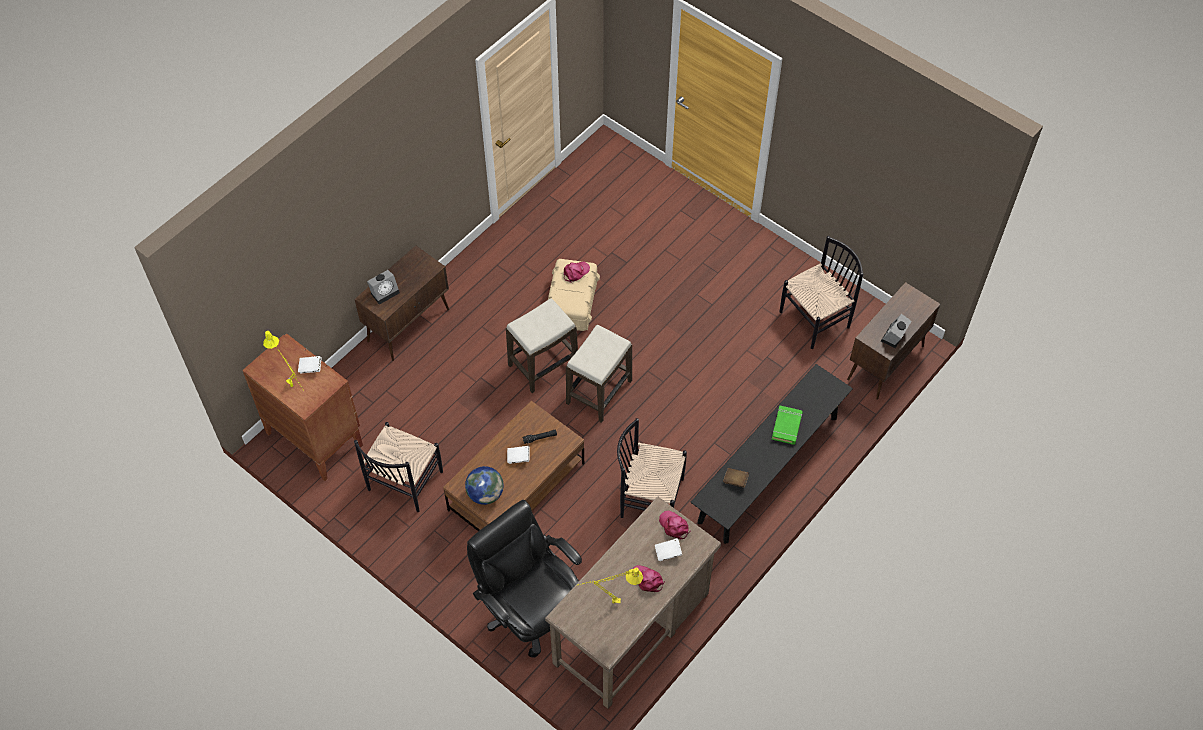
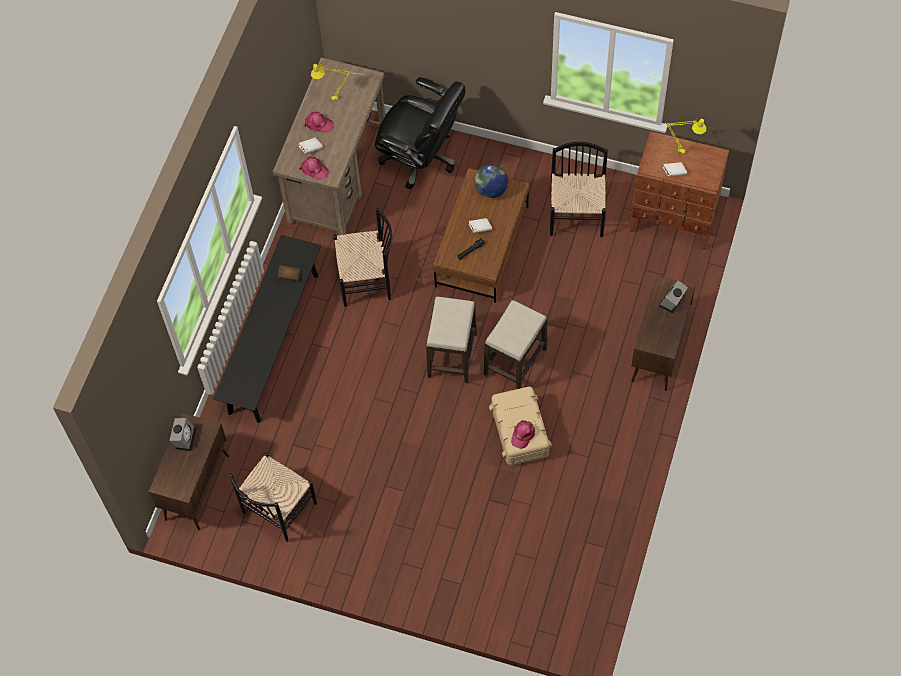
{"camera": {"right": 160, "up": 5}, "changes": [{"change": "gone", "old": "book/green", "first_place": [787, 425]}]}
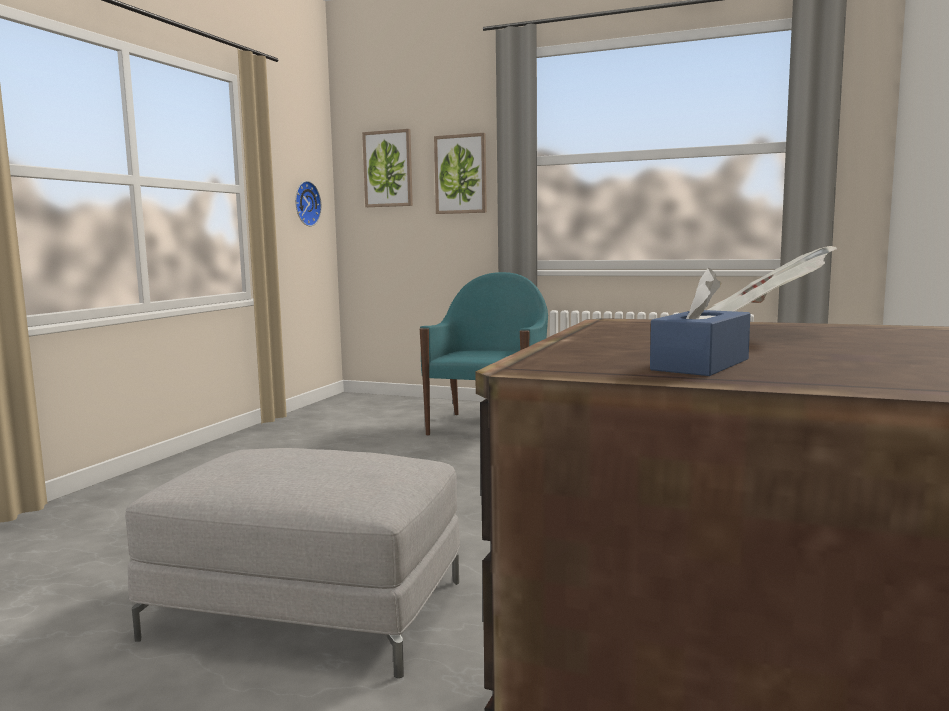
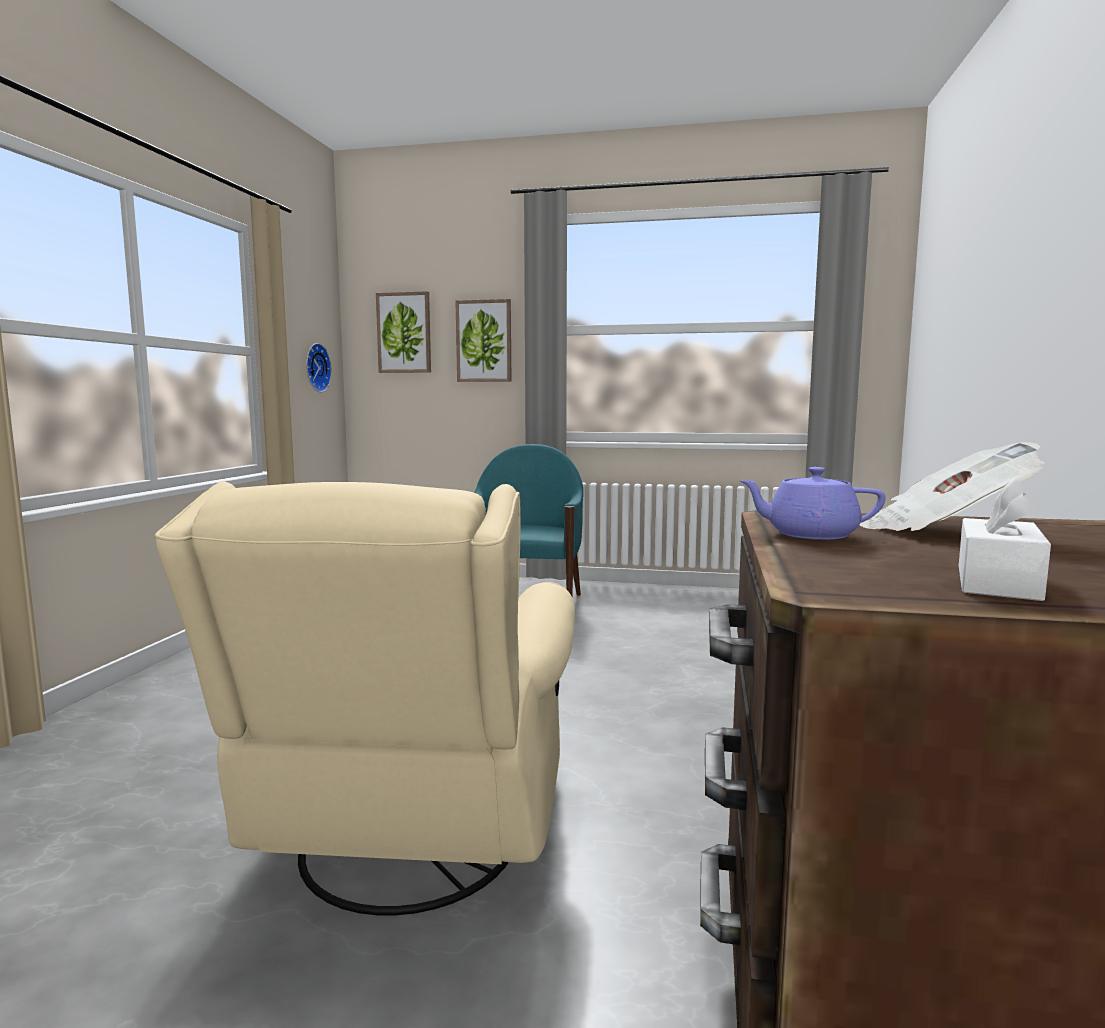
{"camera": {"right": -10, "up": 0}, "changes": [{"change": "repainted", "old": "tissue box/blue", "new": "tissue box/white", "first_place": [700, 322], "second_place": [1005, 539]}, {"change": "swapped", "old": "ottoman/grey", "new": "armchair/beige", "first_place": [292, 563], "second_place": [365, 698]}, {"change": "new", "new": "teapot/purple", "second_place": [812, 503]}]}
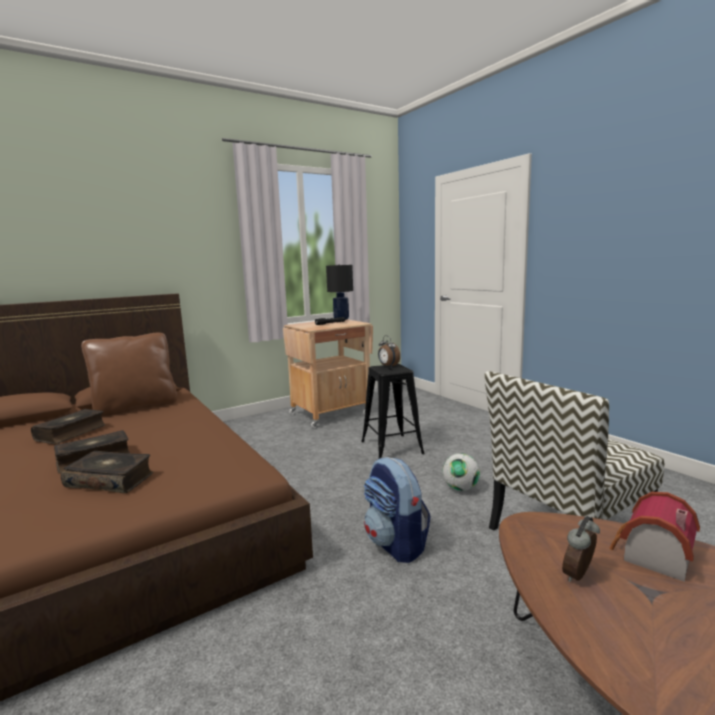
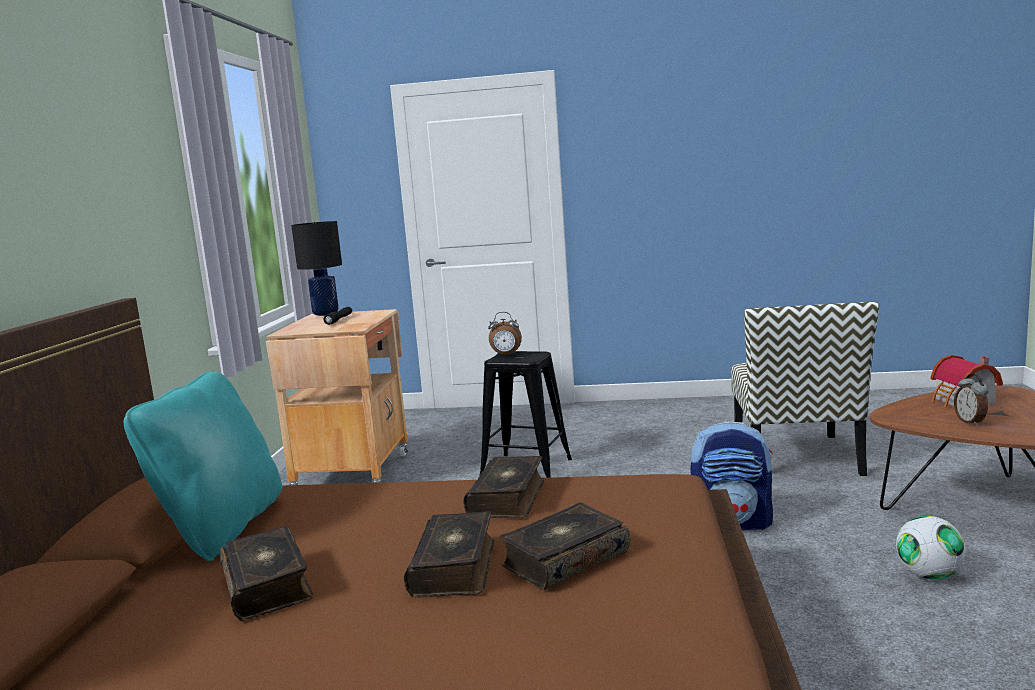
{"camera": {"right": -50, "up": 0}, "changes": [{"change": "repainted", "old": "pillow/brown", "new": "pillow/turquoise", "first_place": [129, 374], "second_place": [203, 466]}, {"change": "shifted", "old": "football", "first_place": [461, 472], "second_place": [931, 548]}, {"change": "new", "new": "book", "second_place": [503, 487]}]}
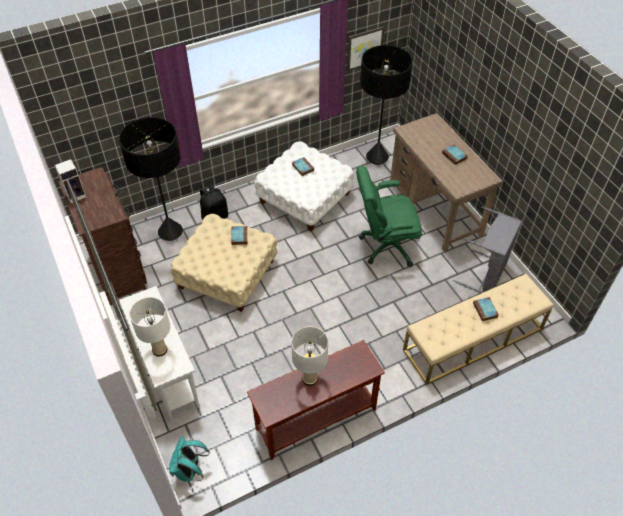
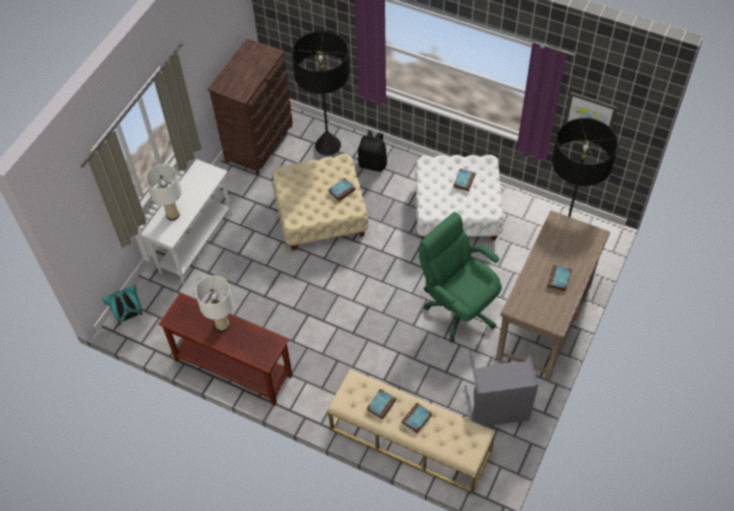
{"camera": {"right": 55, "up": 5}, "changes": [{"change": "gone", "old": "speaker", "first_place": [70, 181]}, {"change": "new", "new": "book", "second_place": [381, 404]}]}
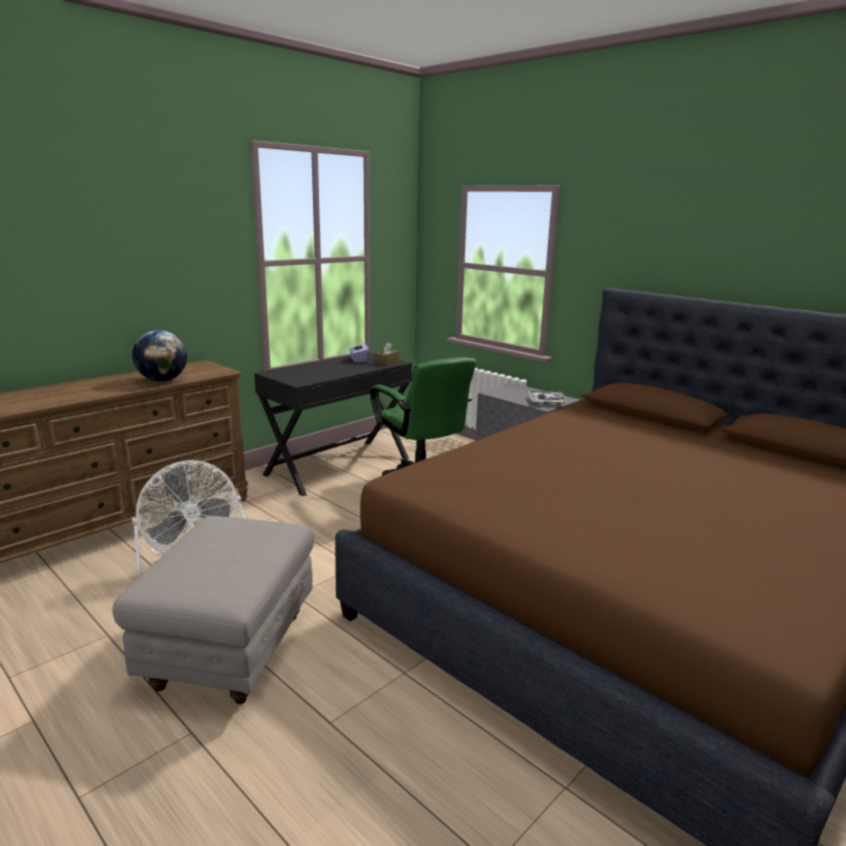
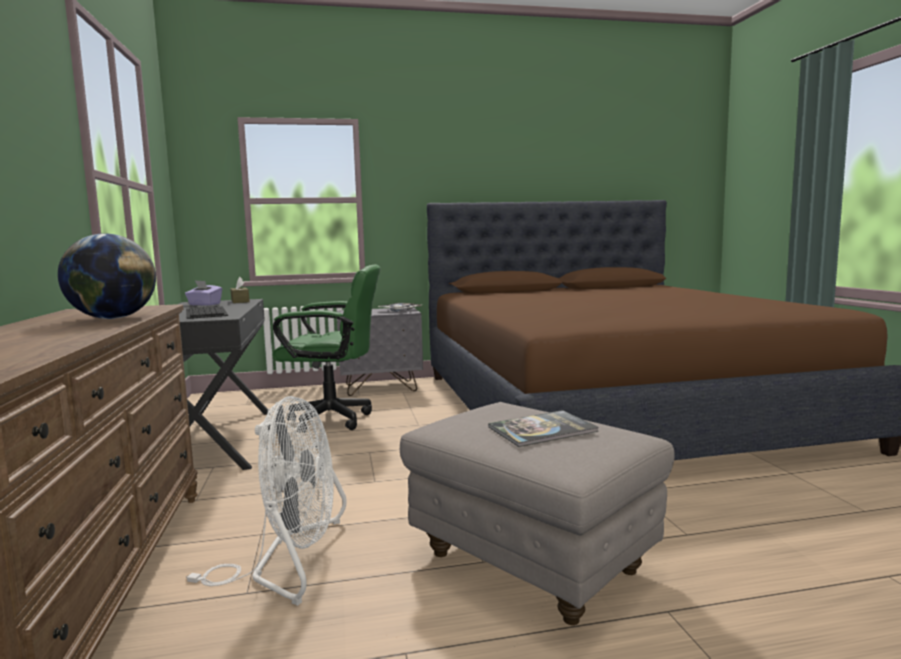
{"camera": {"right": -55, "up": -10}, "changes": [{"change": "new", "new": "keyboard", "second_place": [207, 312]}, {"change": "new", "new": "book", "second_place": [543, 428]}]}
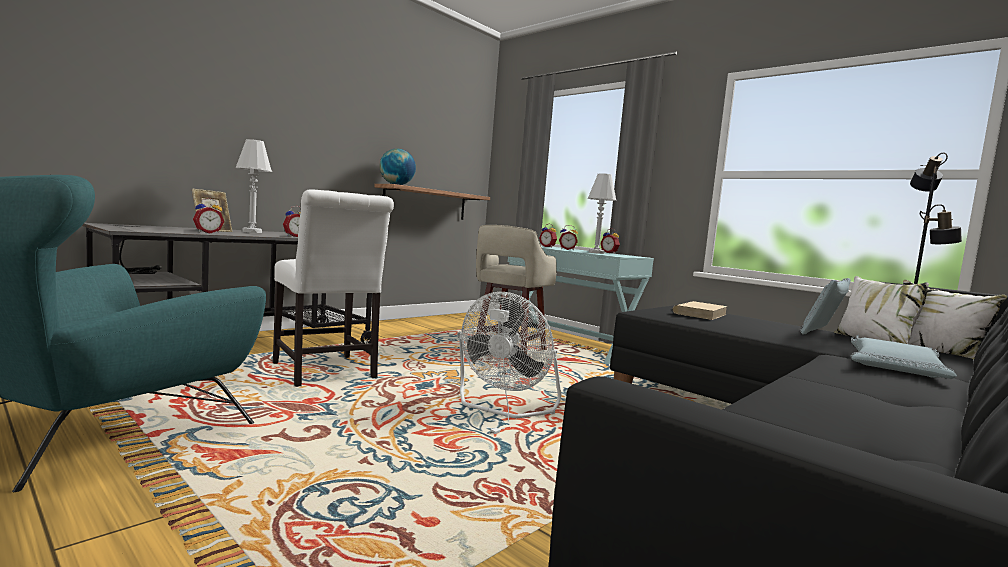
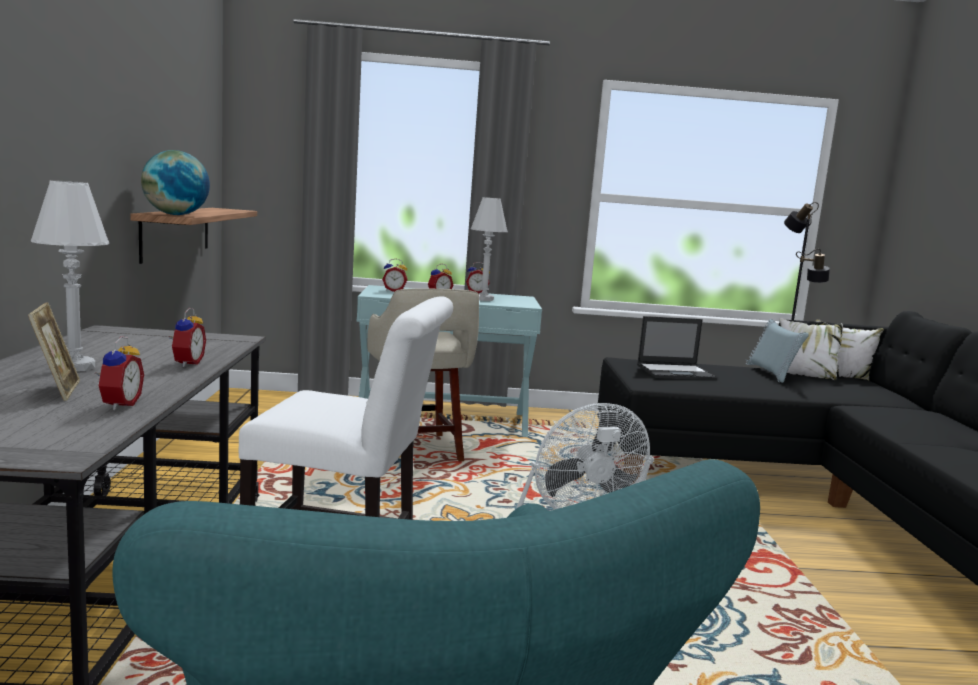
{"camera": {"right": -45, "up": 5}, "changes": [{"change": "swapped", "old": "book/beige", "new": "laptop", "first_place": [700, 310], "second_place": [677, 348]}, {"change": "gone", "old": "pillow/blue", "first_place": [903, 357]}]}
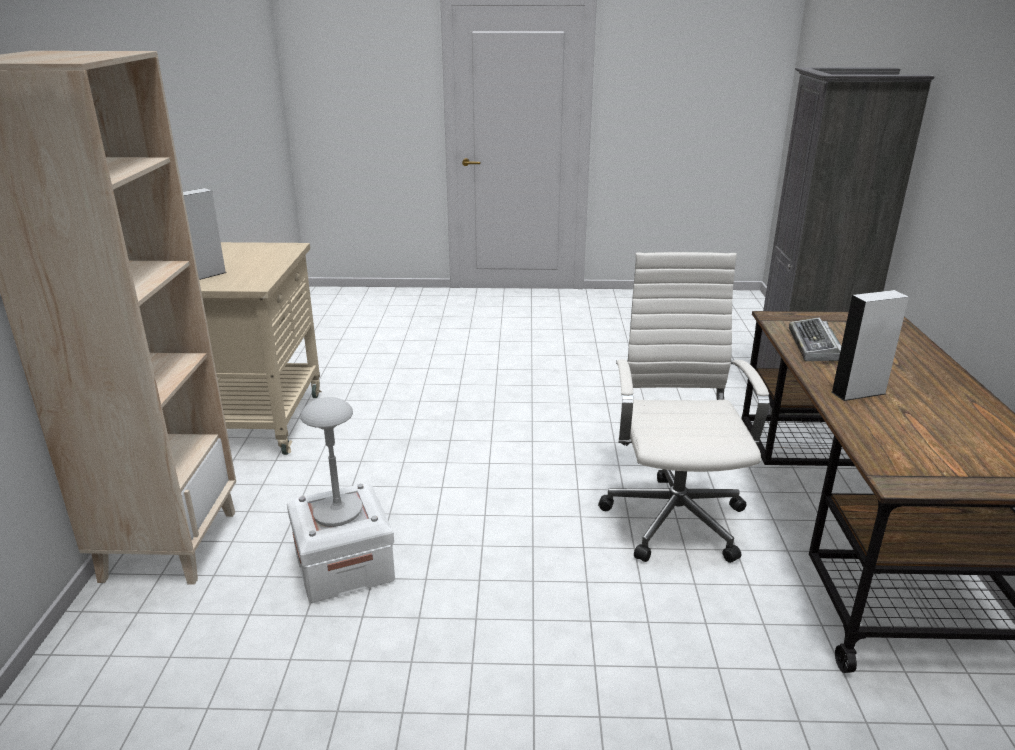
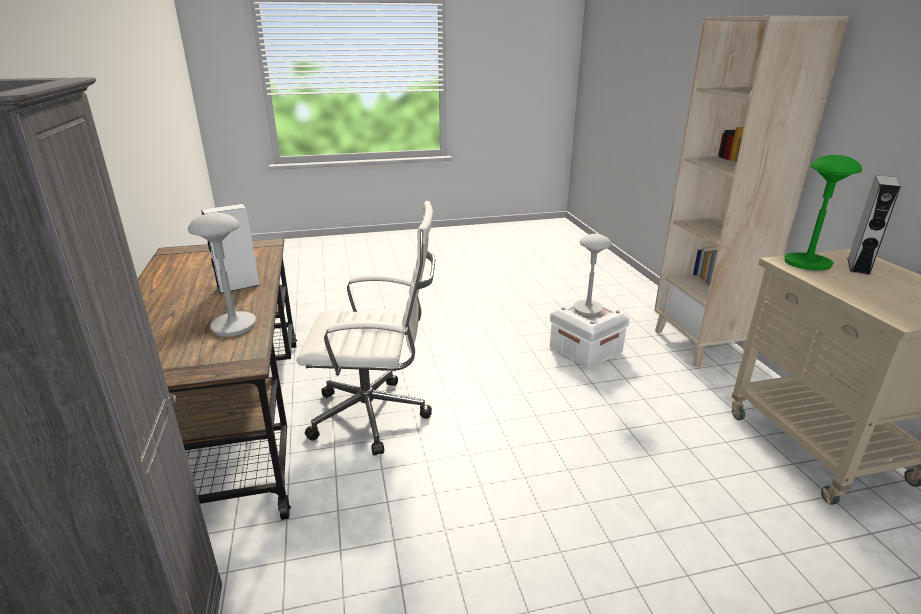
{"camera": {"right": 165, "up": 0}, "changes": [{"change": "rotated", "old": "office chair/white", "first_place": [684, 407], "second_place": [365, 328], "degrees": -75}, {"change": "swapped", "old": "keyboard", "new": "table lamp/grey", "first_place": [815, 339], "second_place": [222, 275]}, {"change": "new", "new": "table lamp/green", "second_place": [823, 212]}]}
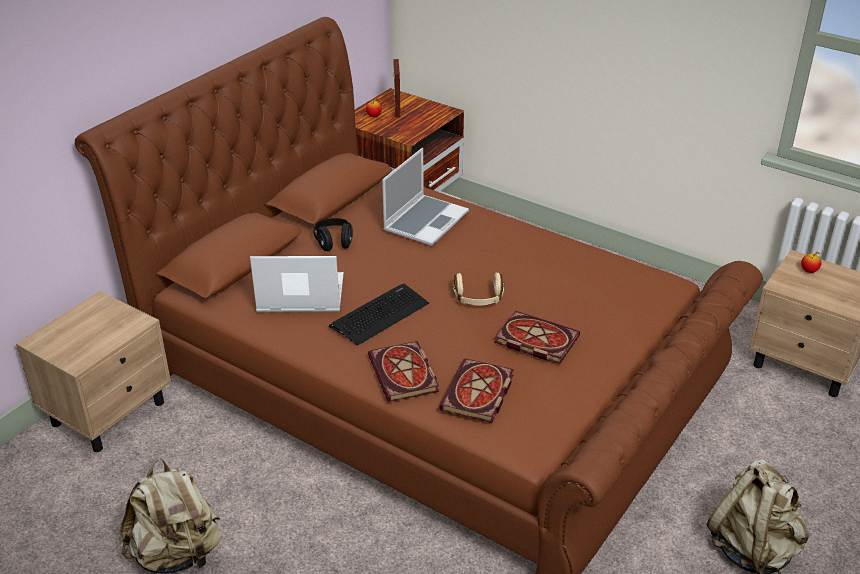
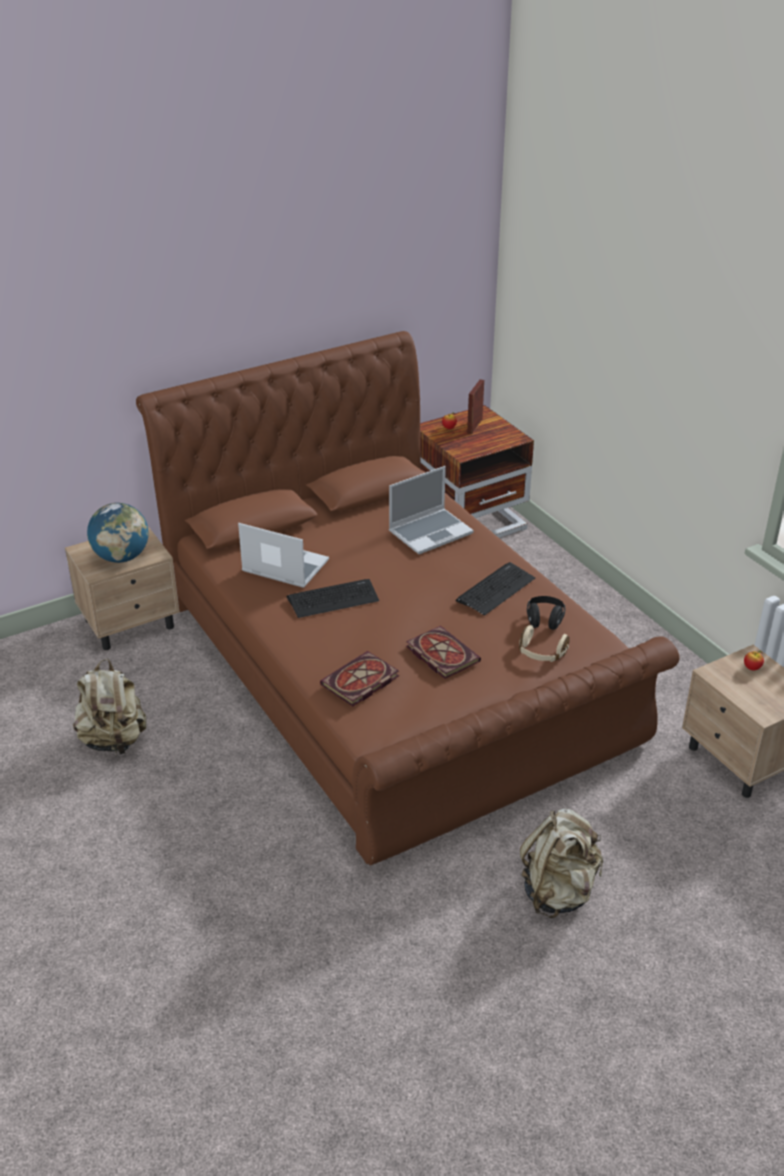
{"camera": {"right": 25, "up": 0}, "changes": [{"change": "shifted", "old": "headphones/black", "first_place": [333, 234], "second_place": [546, 613]}, {"change": "shifted", "old": "headphones/beige", "first_place": [478, 289], "second_place": [544, 643]}, {"change": "gone", "old": "book", "first_place": [403, 371]}, {"change": "new", "new": "globe", "second_place": [118, 533]}, {"change": "new", "new": "keyboard", "second_place": [495, 588]}]}
